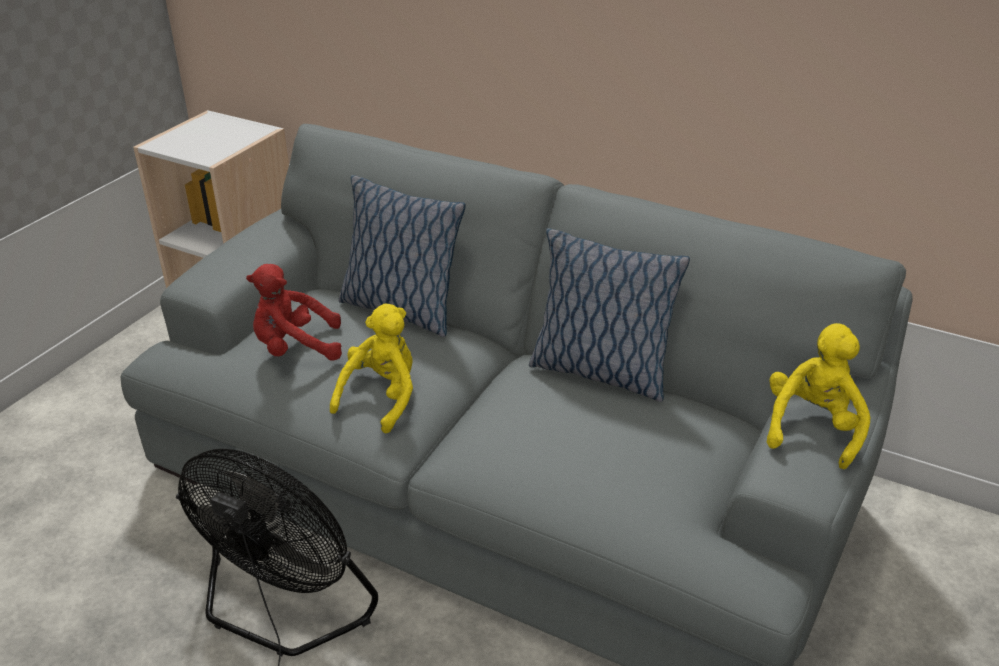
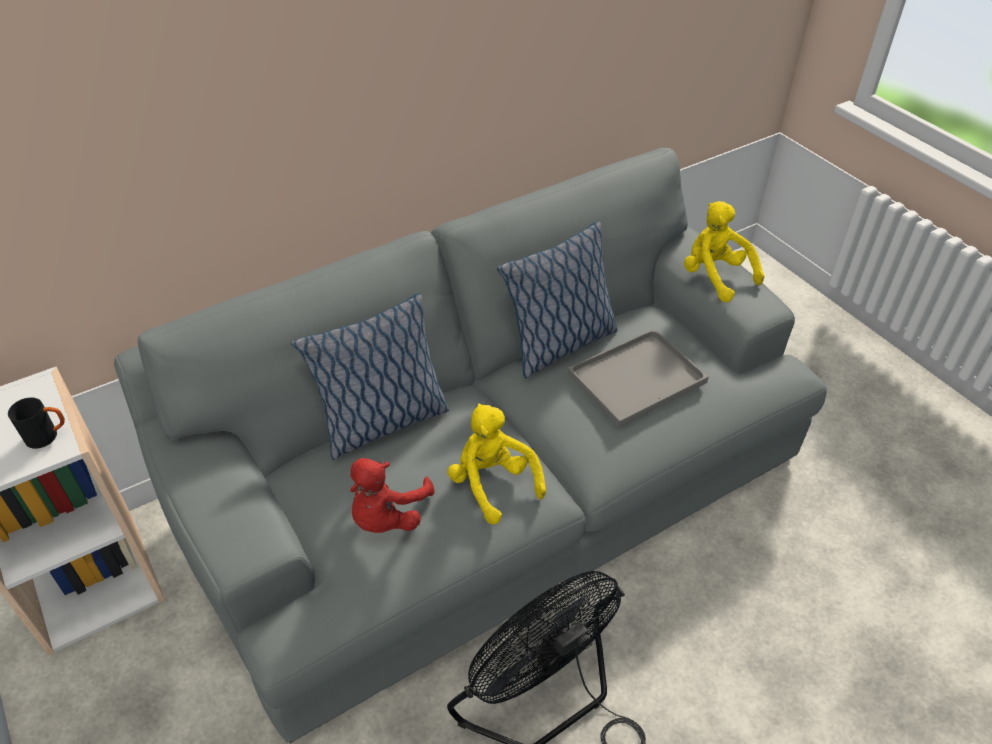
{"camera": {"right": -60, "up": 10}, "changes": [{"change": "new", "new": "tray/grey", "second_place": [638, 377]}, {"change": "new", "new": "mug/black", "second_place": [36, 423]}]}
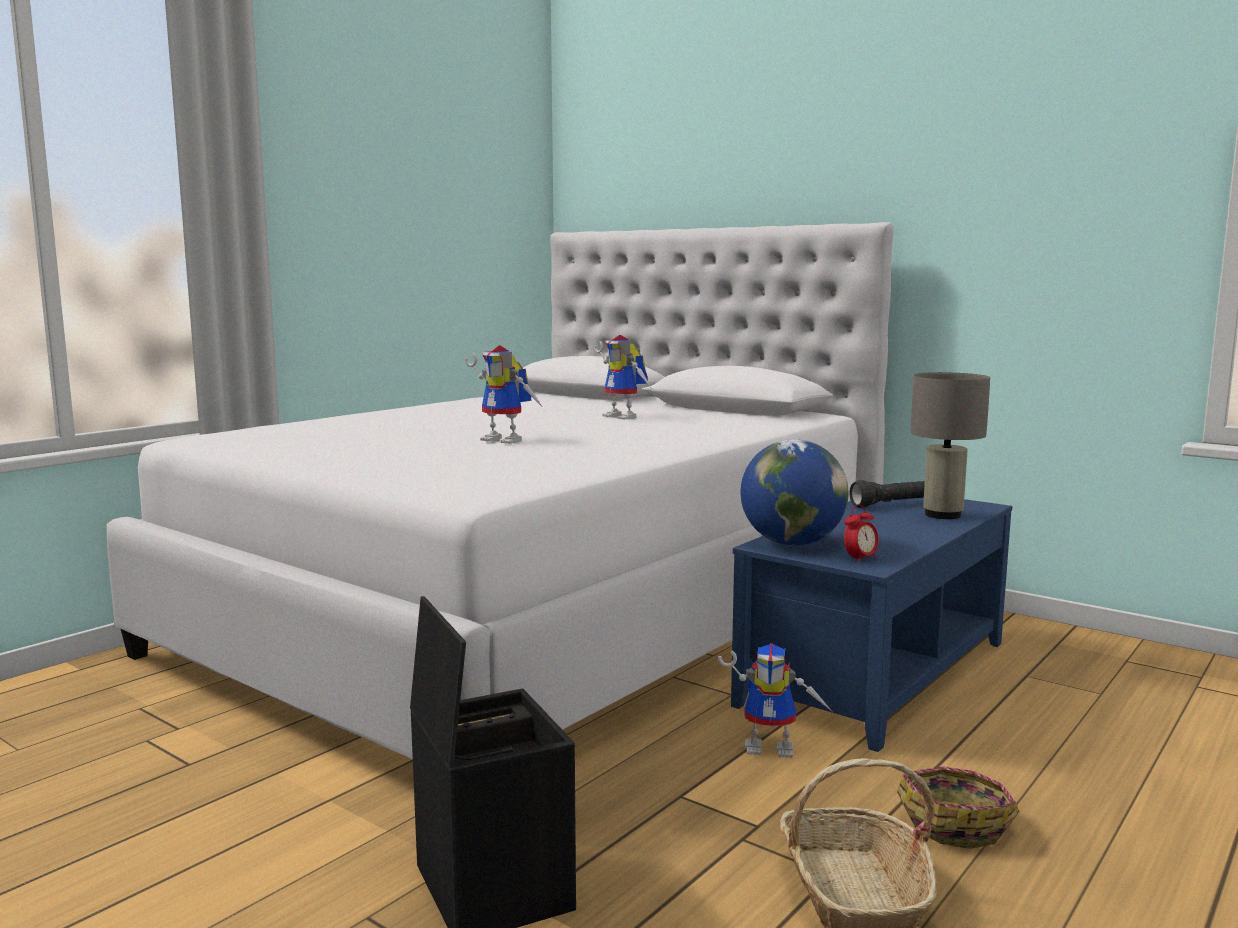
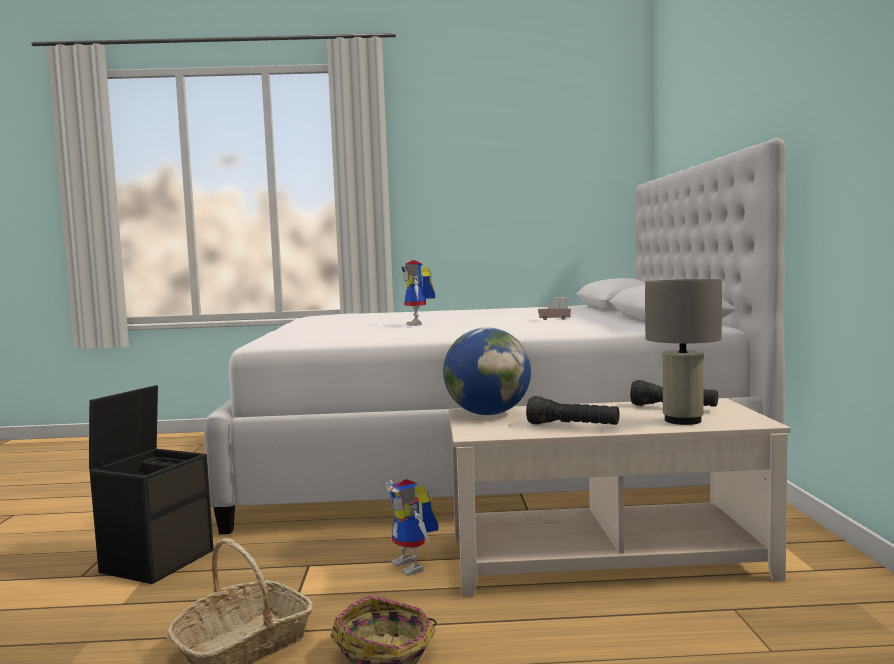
{"camera": {"right": 50, "up": -5}, "changes": [{"change": "swapped", "old": "toy robot", "new": "toy car/pink", "first_place": [622, 377], "second_place": [554, 308]}, {"change": "repainted", "old": "coffee table/blue", "new": "coffee table/beige", "first_place": [871, 624], "second_place": [619, 497]}, {"change": "gone", "old": "alarm clock", "first_place": [861, 533]}, {"change": "new", "new": "flashlight/black", "second_place": [572, 410]}]}
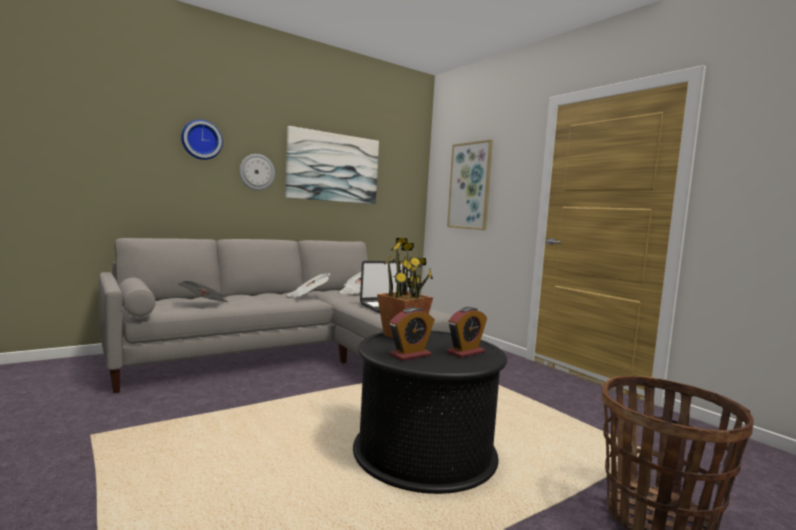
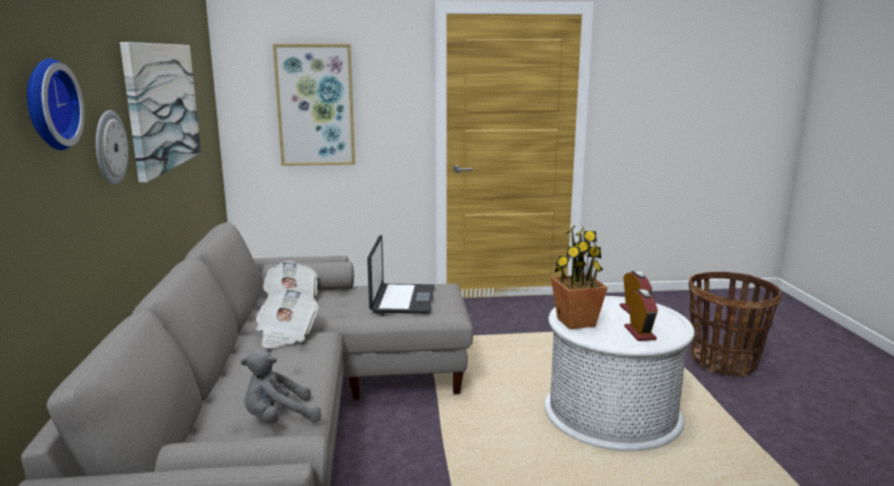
{"camera": {"right": -60, "up": 10}, "changes": [{"change": "swapped", "old": "newspaper", "new": "plush toy/grey", "first_place": [203, 291], "second_place": [281, 386]}, {"change": "repainted", "old": "coffee table/black", "new": "coffee table/white", "first_place": [430, 412], "second_place": [619, 373]}]}
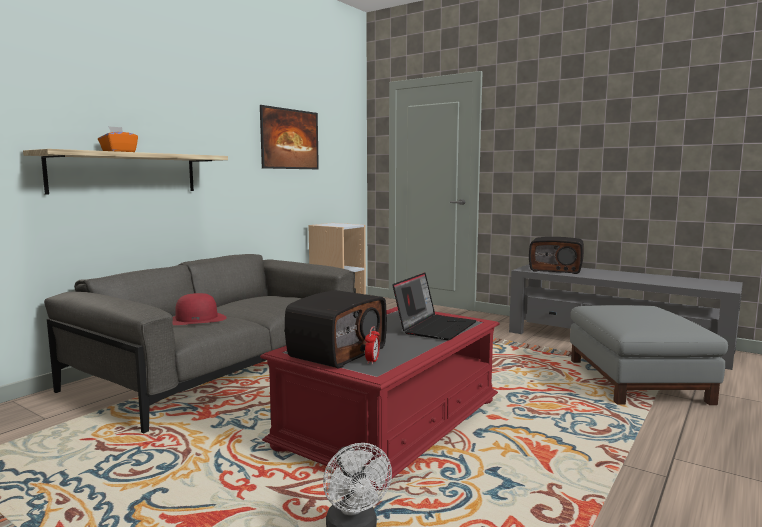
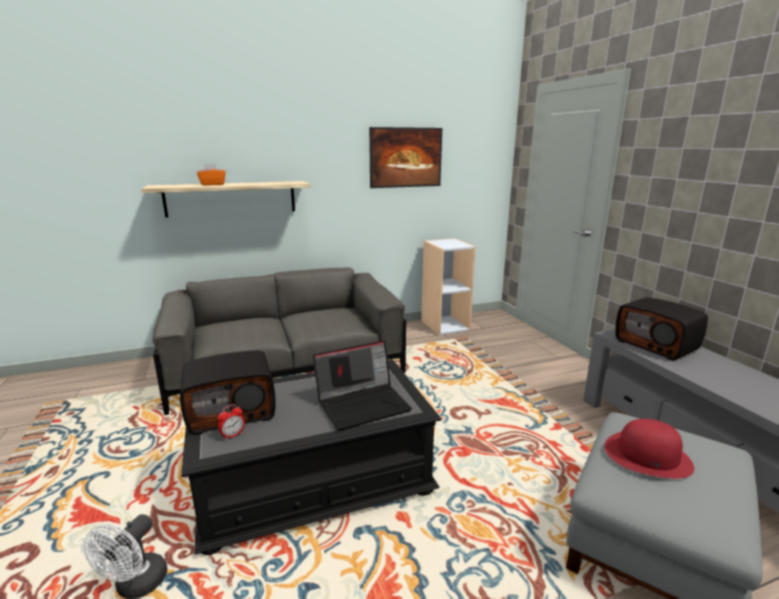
{"camera": {"right": 35, "up": 10}, "changes": [{"change": "shifted", "old": "hat/red", "first_place": [200, 309], "second_place": [649, 449]}, {"change": "repainted", "old": "coffee table/red", "new": "coffee table/black", "first_place": [380, 399], "second_place": [311, 457]}]}
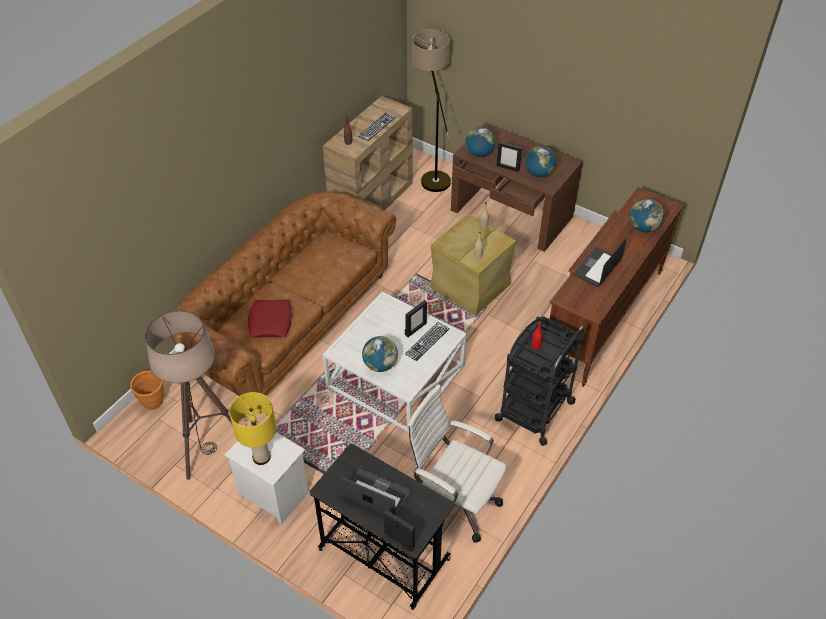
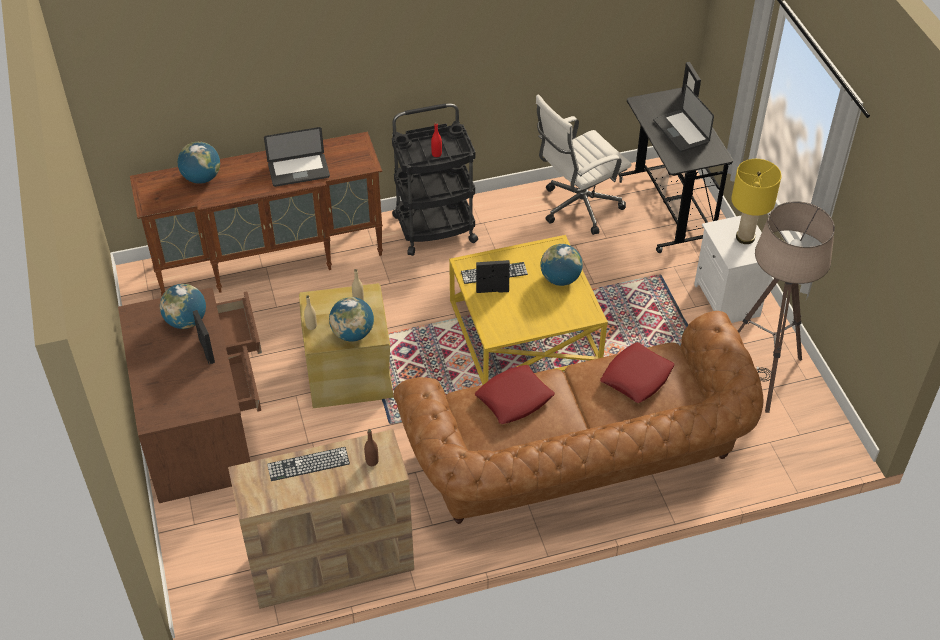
{"camera": {"right": -140, "up": 0}, "changes": [{"change": "gone", "old": "floor lamp", "first_place": [431, 110]}, {"change": "shifted", "old": "globe", "first_place": [481, 142], "second_place": [351, 319]}, {"change": "repainted", "old": "coffee table/white", "new": "coffee table/yellow", "first_place": [394, 362], "second_place": [528, 310]}, {"change": "gone", "old": "planter/orange", "first_place": [147, 390]}, {"change": "rotated", "old": "office chair/white", "first_place": [457, 463], "second_place": [584, 165], "degrees": 75}, {"change": "new", "new": "pillow/red", "second_place": [515, 394]}]}
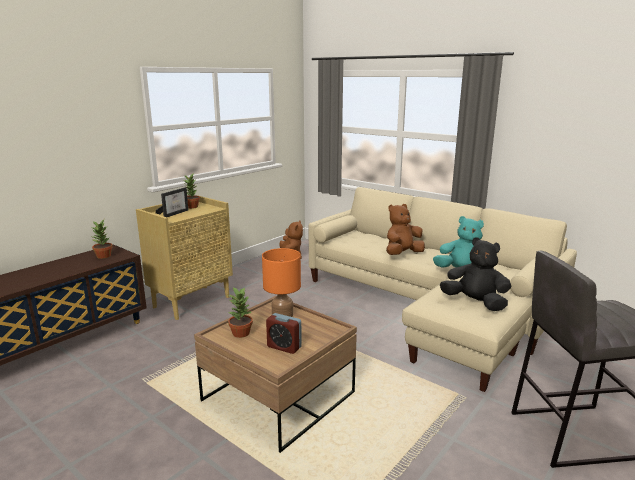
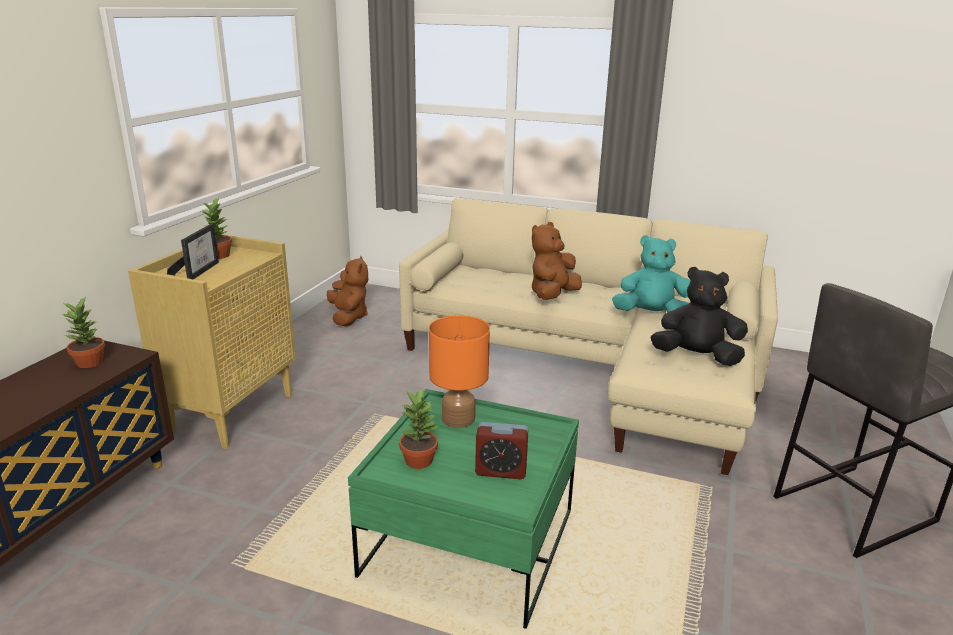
{"camera": {"right": -20, "up": 5}, "changes": [{"change": "repainted", "old": "coffee table/brown", "new": "coffee table/green", "first_place": [275, 374], "second_place": [463, 509]}]}
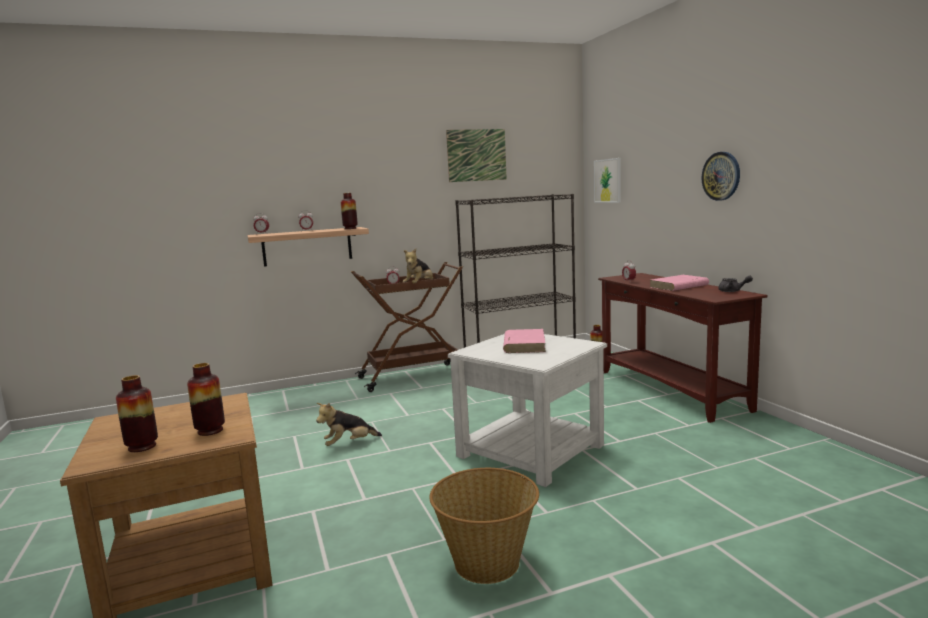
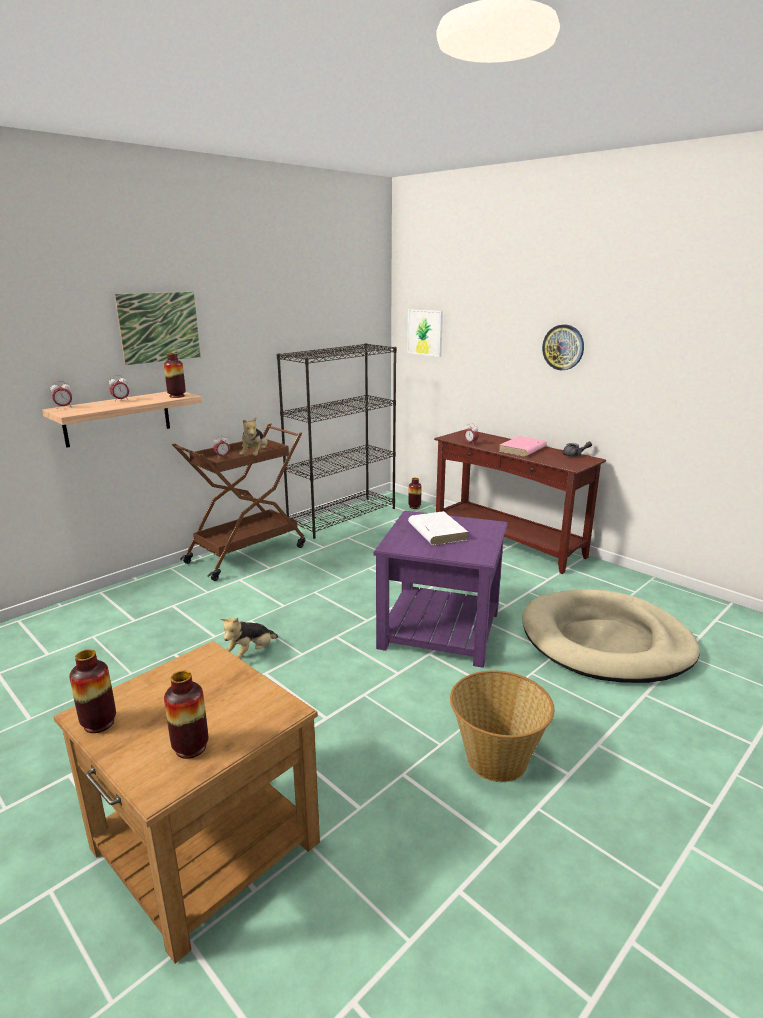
{"camera": {"right": -25, "up": 10}, "changes": [{"change": "shifted", "old": "picture", "first_place": [476, 155], "second_place": [157, 328]}, {"change": "repainted", "old": "book/pink", "new": "book/white", "first_place": [524, 341], "second_place": [438, 528]}, {"change": "repainted", "old": "side table/white", "new": "side table/purple", "first_place": [527, 410], "second_place": [440, 589]}, {"change": "shifted", "old": "vase", "first_place": [206, 399], "second_place": [92, 691]}, {"change": "new", "new": "dog bed/beige", "second_place": [611, 636]}]}
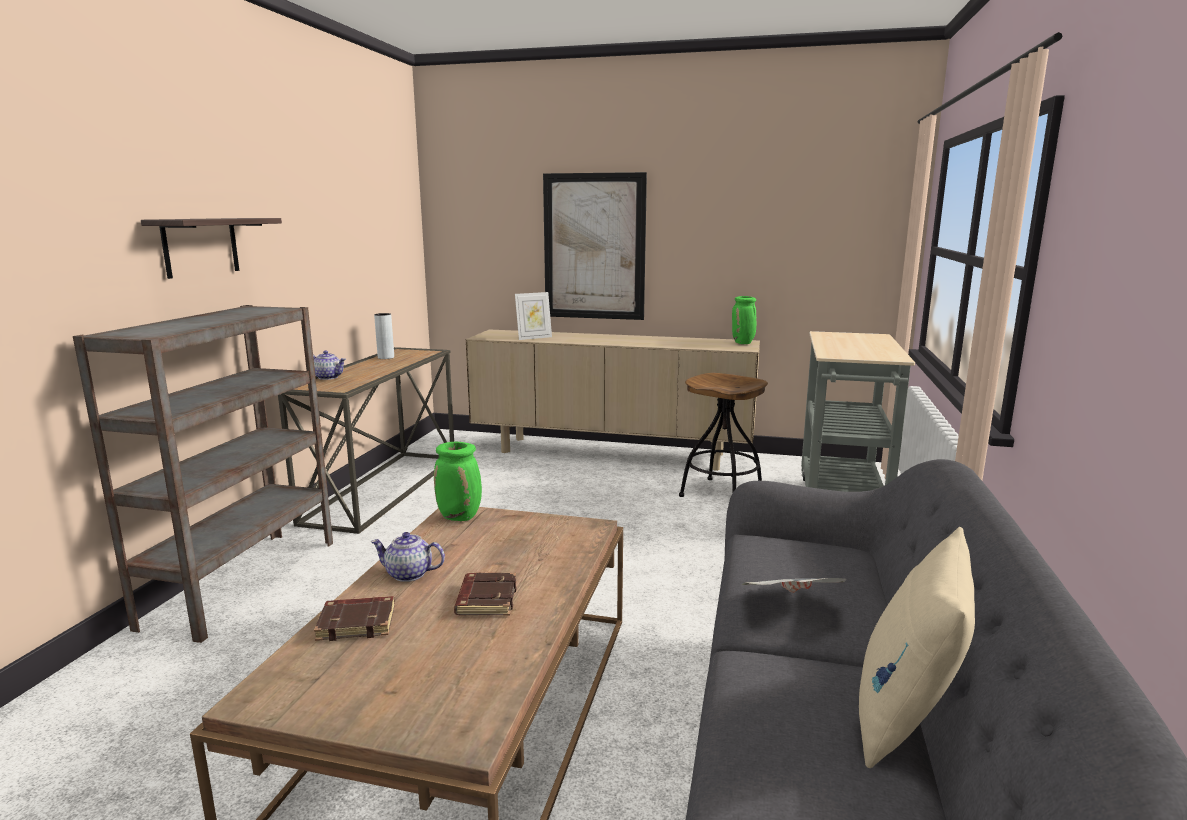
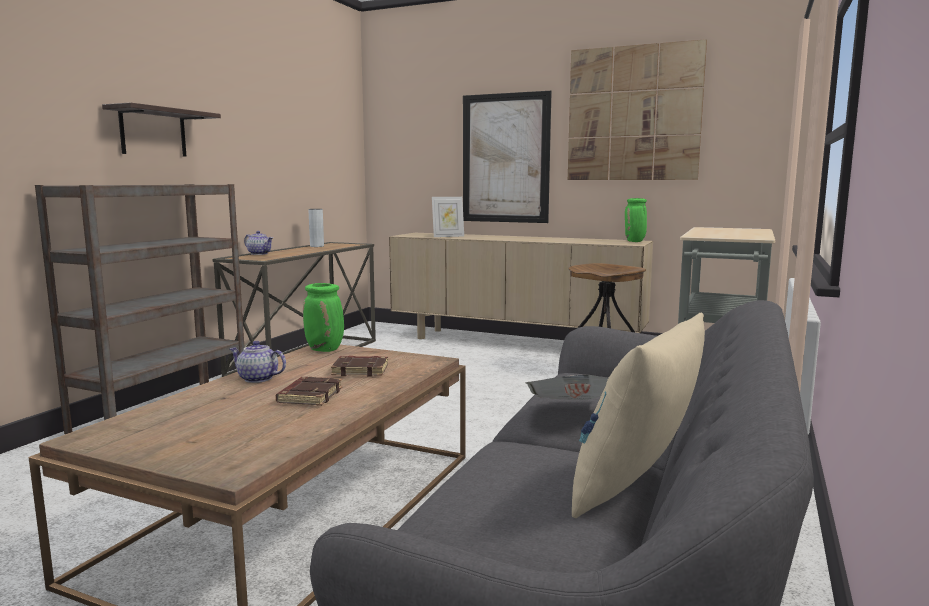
{"camera": {"right": 10, "up": -5}, "changes": [{"change": "shifted", "old": "book/brown", "first_place": [354, 618], "second_place": [359, 366]}, {"change": "new", "new": "picture", "second_place": [637, 109]}]}
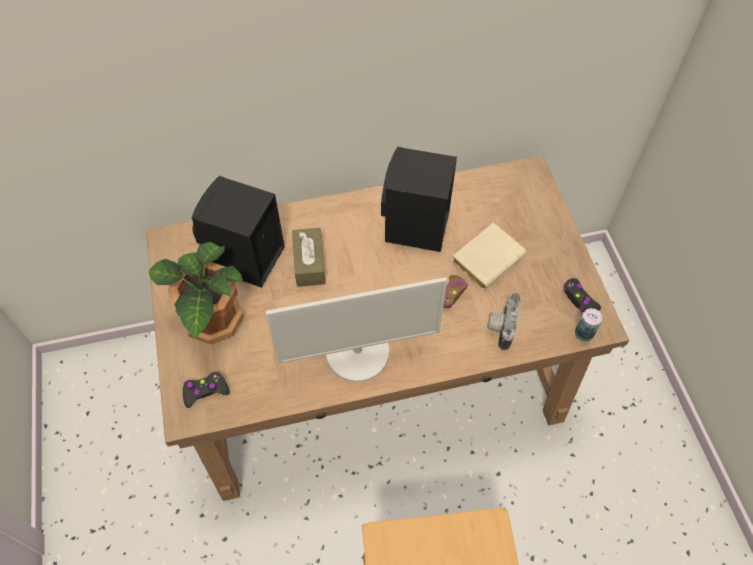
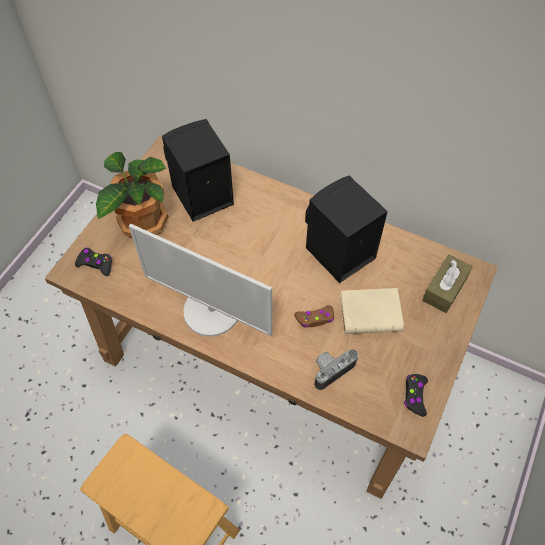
{"camera": {"right": 40, "up": 0}, "changes": [{"change": "shifted", "old": "tissue box/brown", "first_place": [309, 257], "second_place": [447, 284]}, {"change": "gone", "old": "can", "first_place": [588, 325]}]}
